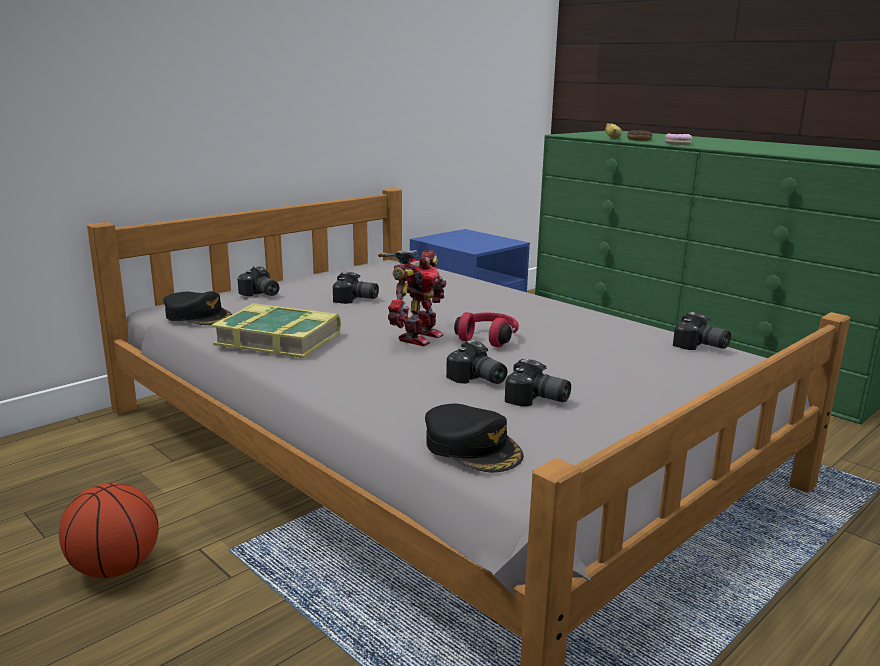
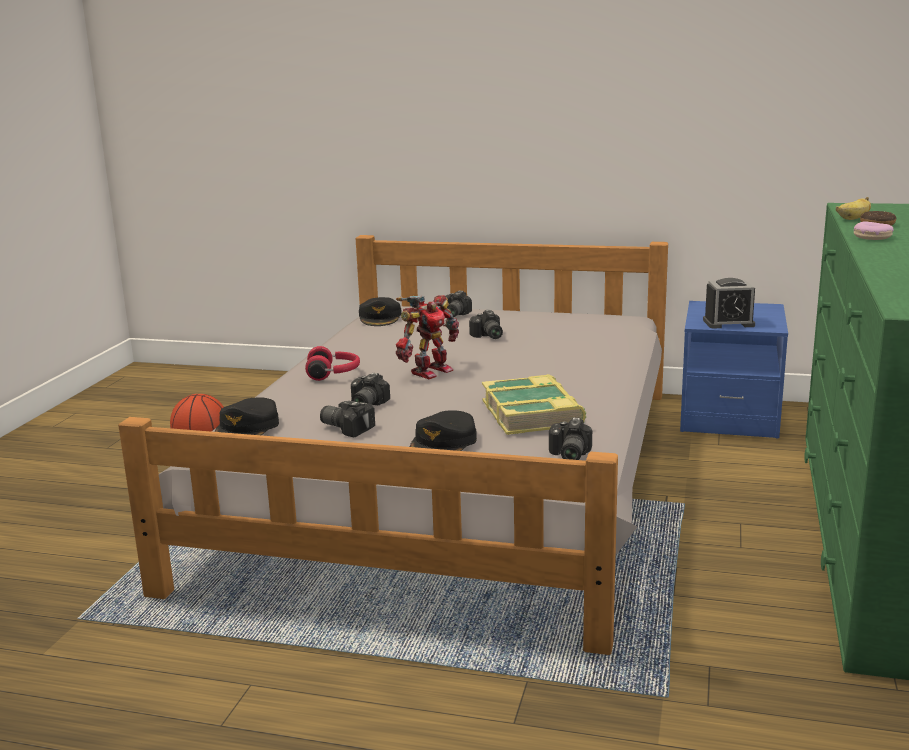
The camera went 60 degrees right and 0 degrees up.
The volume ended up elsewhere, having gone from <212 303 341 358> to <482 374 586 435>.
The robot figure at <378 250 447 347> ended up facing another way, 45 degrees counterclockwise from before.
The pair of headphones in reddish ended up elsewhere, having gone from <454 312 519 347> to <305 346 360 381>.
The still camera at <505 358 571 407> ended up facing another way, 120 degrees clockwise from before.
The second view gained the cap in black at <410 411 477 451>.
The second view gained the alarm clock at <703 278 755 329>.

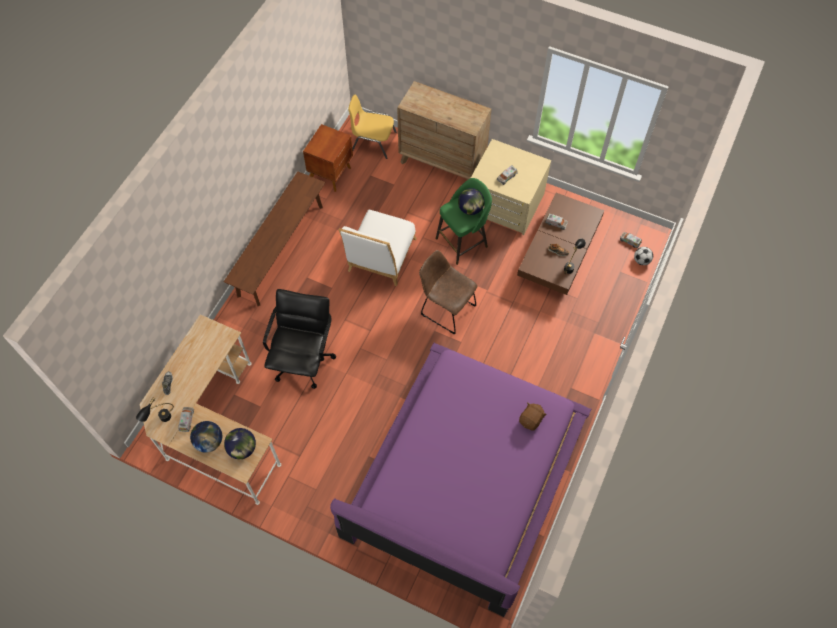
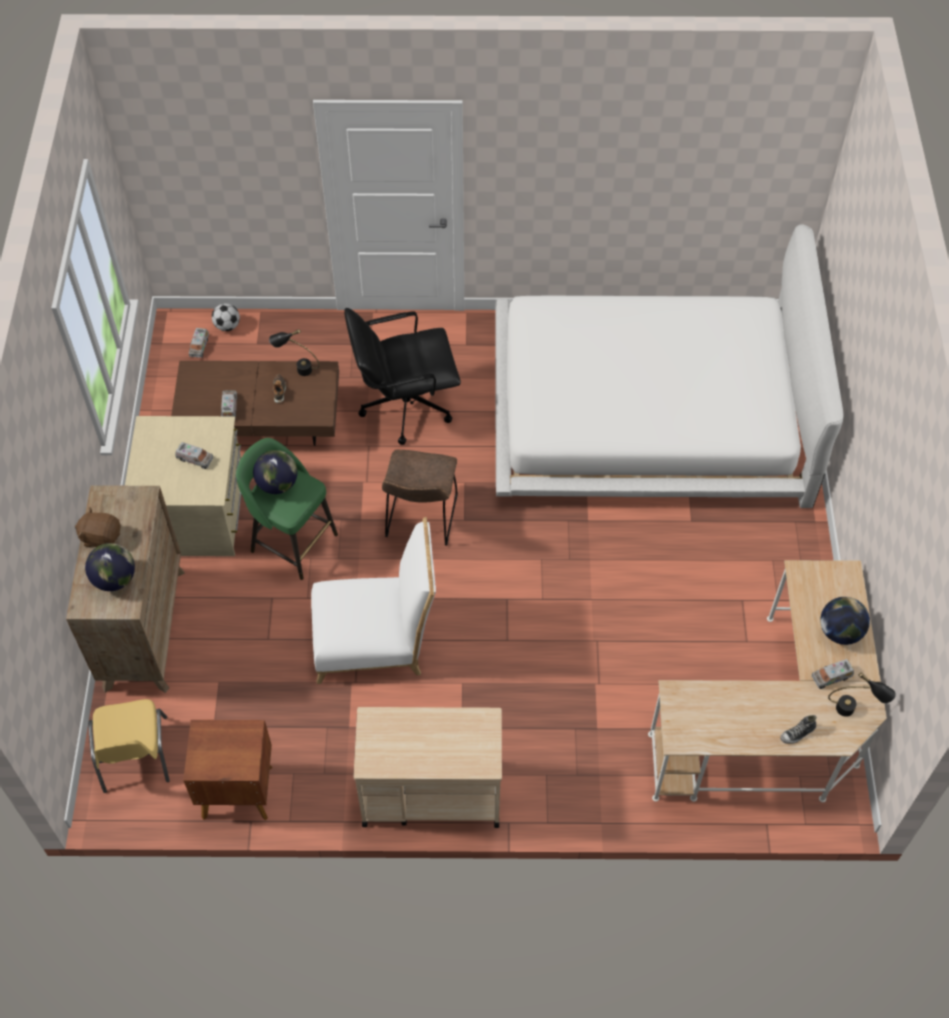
The camera went 115 degrees left and 5 degrees down.
Where the indoor bench in brown-coloured stood at <224 172 325 306>, the cart in beige-coloured came to stand at <353 707 502 828>.
The world globe ended up elsewhere, having gone from <224 428 256 459> to <85 543 135 591>.
The computer chair in black ended up elsewhere, having gone from <263 289 336 389> to <344 308 461 445>.
What was the bedroom bed in purple at <330 342 591 617> turned into the bedroom bed in whitish at <495 224 844 508>.
The cuddly toy in brown-coloured ended up elsewhere, having gone from <519 402 547 430> to <75 507 121 548>.

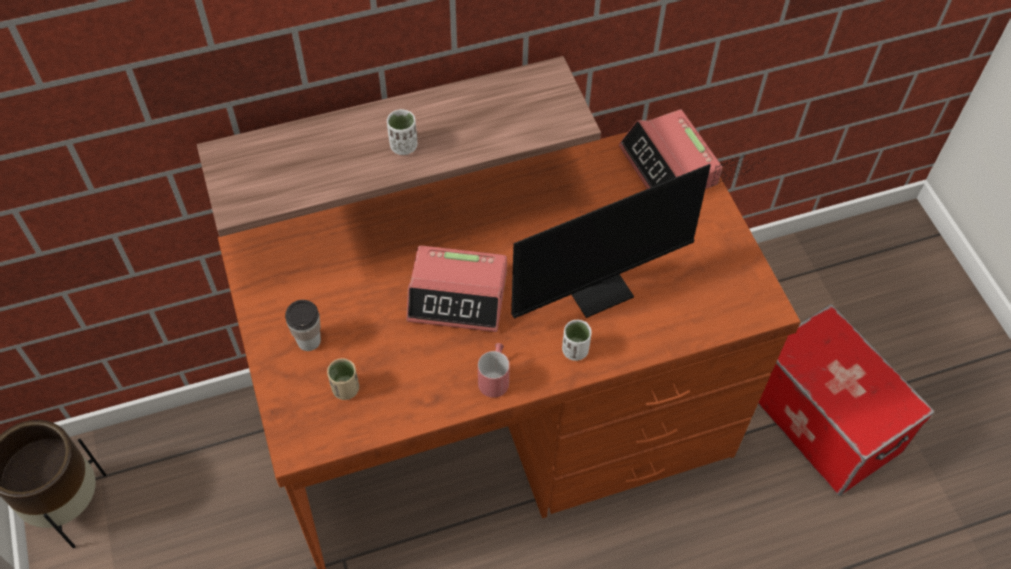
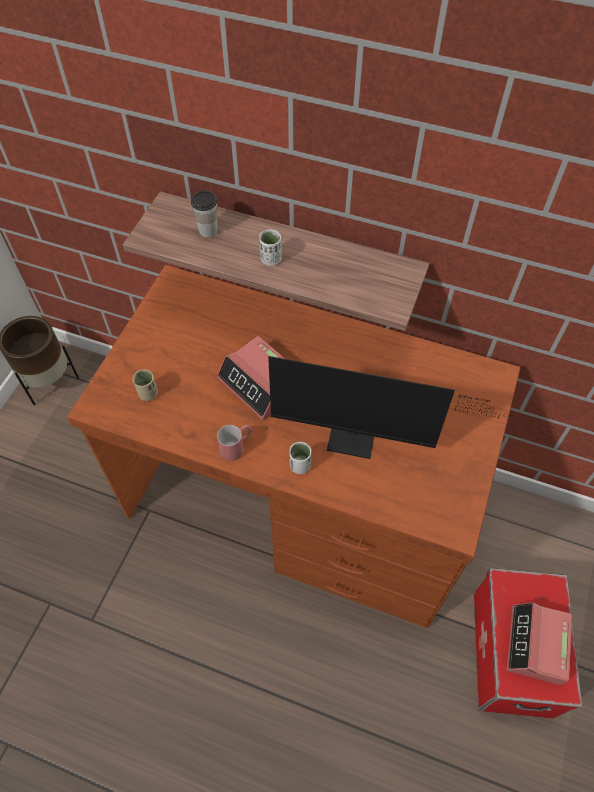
The camera went 40 degrees right and 0 degrees up.
The cup ended up elsewhere, having gone from <285 300 321 351> to <191 191 218 238>.
The alarm clock ended up elsewhere, having gone from <619 110 722 189> to <507 602 572 685>.

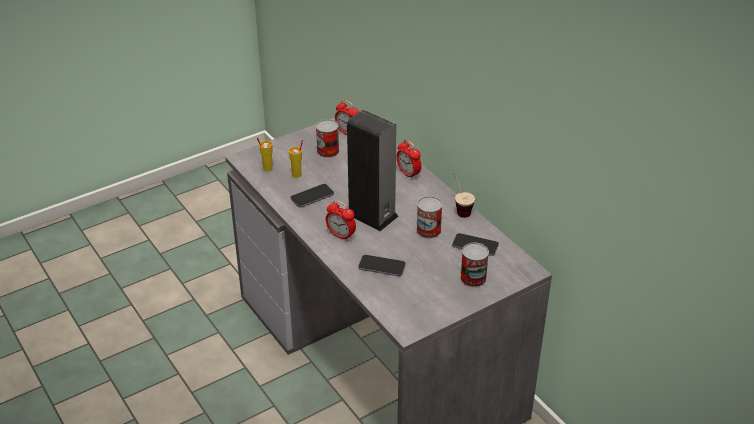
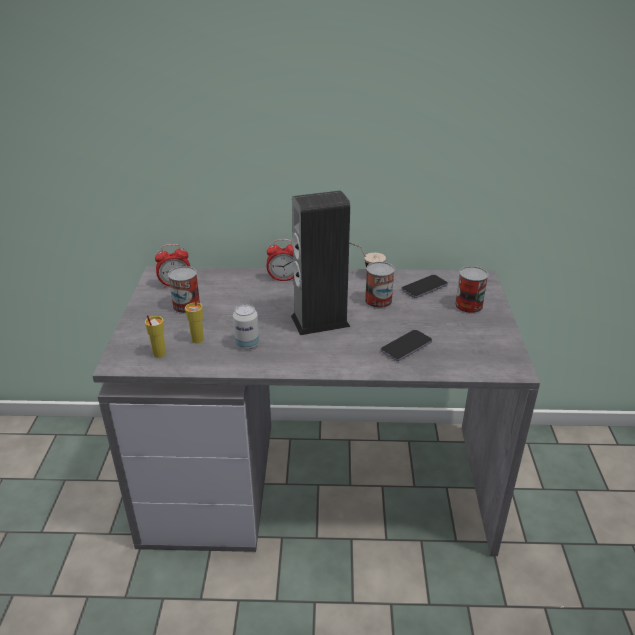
The camera went 55 degrees left and 5 degrees down.
Where the handset stood at <291 184 334 208>, the metal can came to stand at <233 304 259 350>.
The second view lost the alarm clock at <326 200 356 241>.

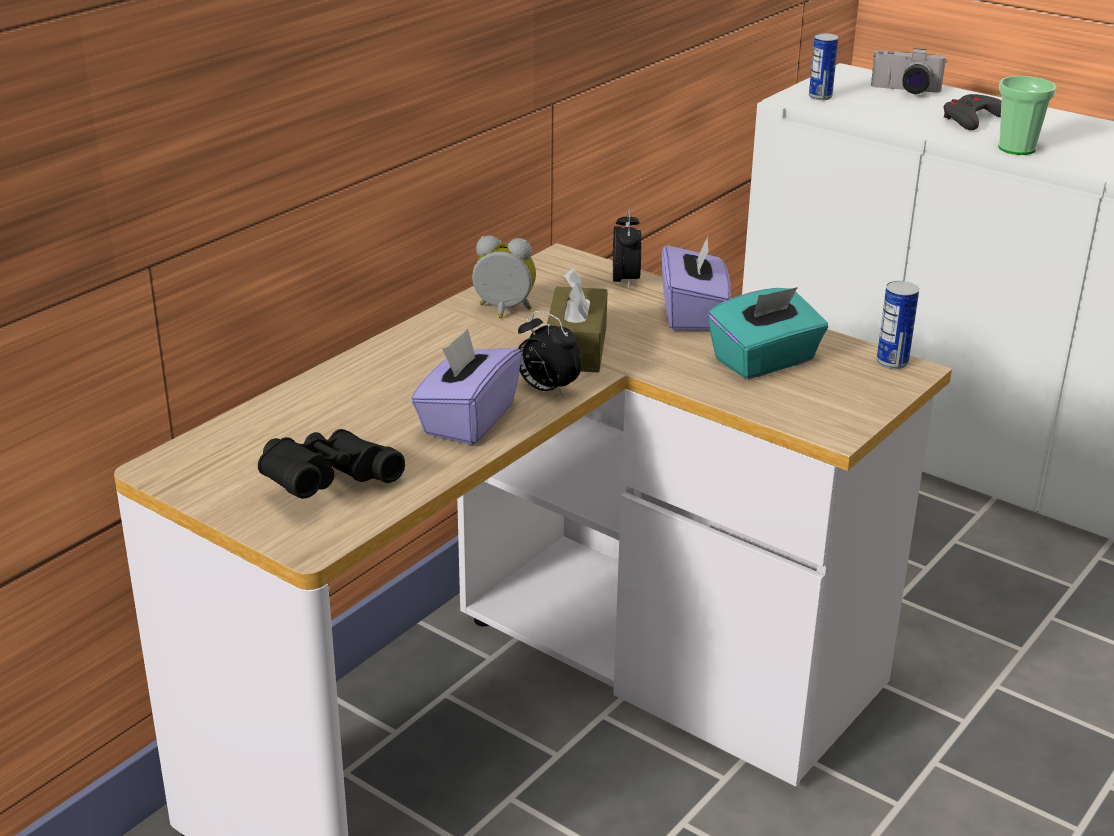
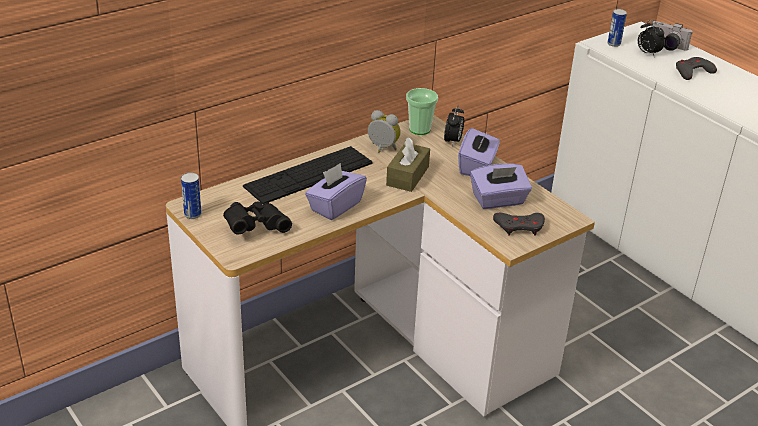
The camera went 15 degrees right and 5 degrees up.
The alarm clock ended up elsewhere, having gone from <518 311 582 398> to <638 20 665 56>.
What was the tissue holder in blue-green at <707 287 828 379> turned into the tissue holder in purple at <470 164 532 209>.
The metal can ended up elsewhere, having gone from <877 281 919 369> to <181 173 202 219>.
The cup ended up elsewhere, having gone from <998 76 1057 155> to <406 88 438 135>.
The second view gained the keyboard at <243 146 372 204>.
The second view gained the joypad in gray at <493 213 545 236>.

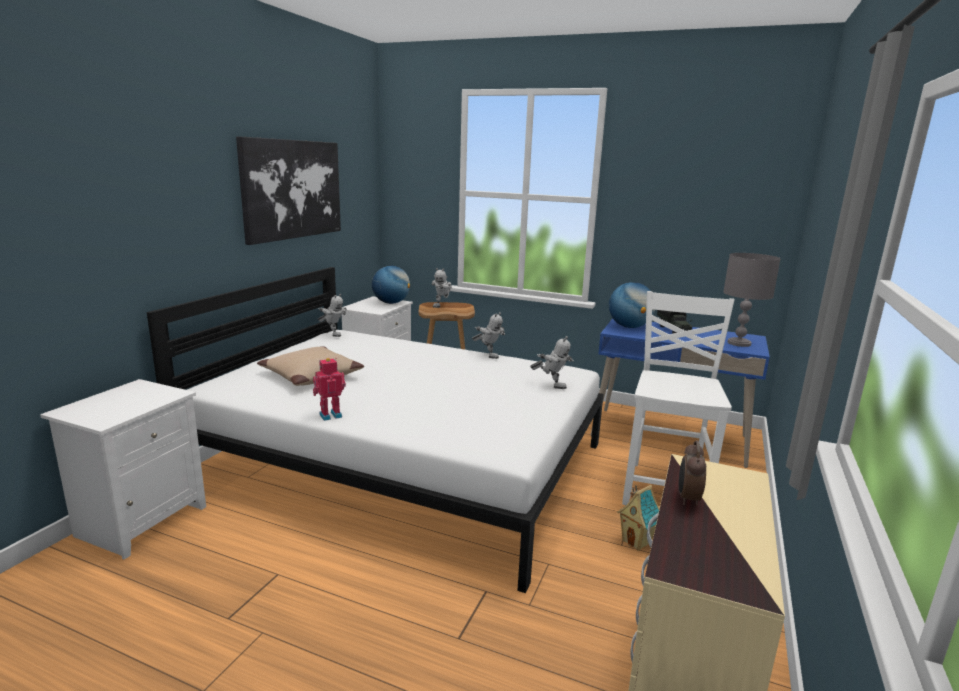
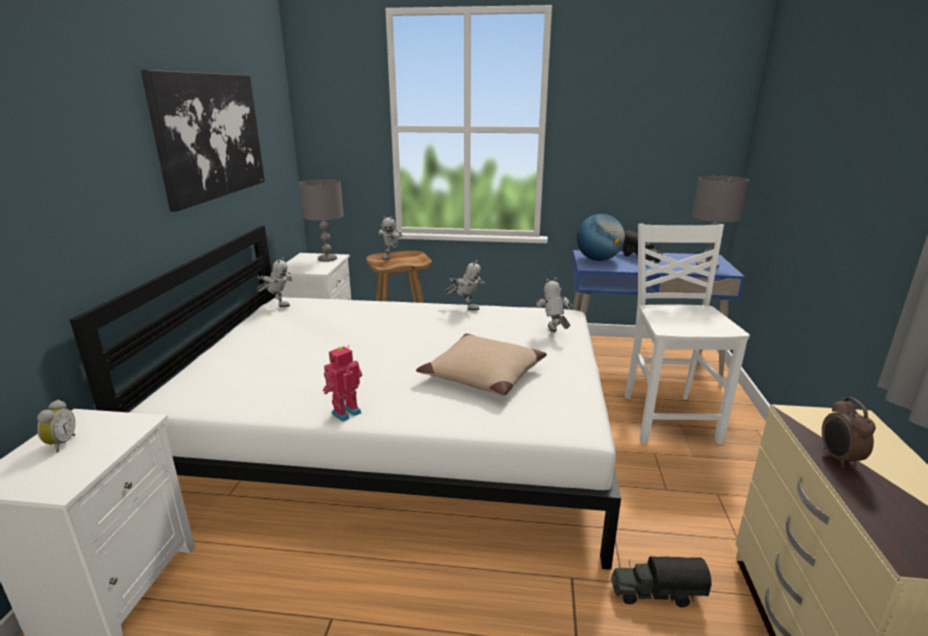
The camera went 15 degrees left and 5 degrees up.
The cushion in beige-coloured ended up elsewhere, having gone from <257 346 364 386> to <416 334 547 396>.
Where the world globe stood at <372 266 410 304>, the lamp for a table in gray came to stand at <299 179 344 262>.
The robot figure at <530 336 574 389> ended up facing another way, 120 degrees counterclockwise from before.
The second view lost the model house at <617 485 659 551>.
The second view gained the alarm clock at <37 400 75 452>.
The second view gained the toy lorry at <611 556 712 607>.

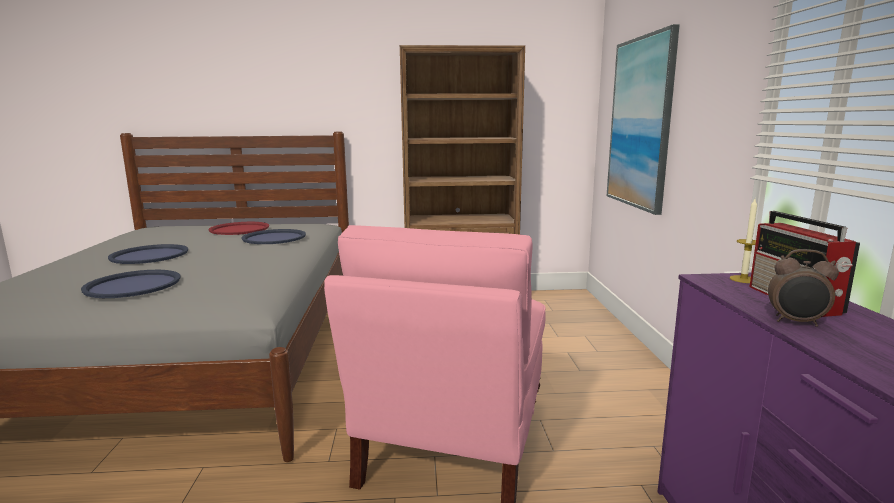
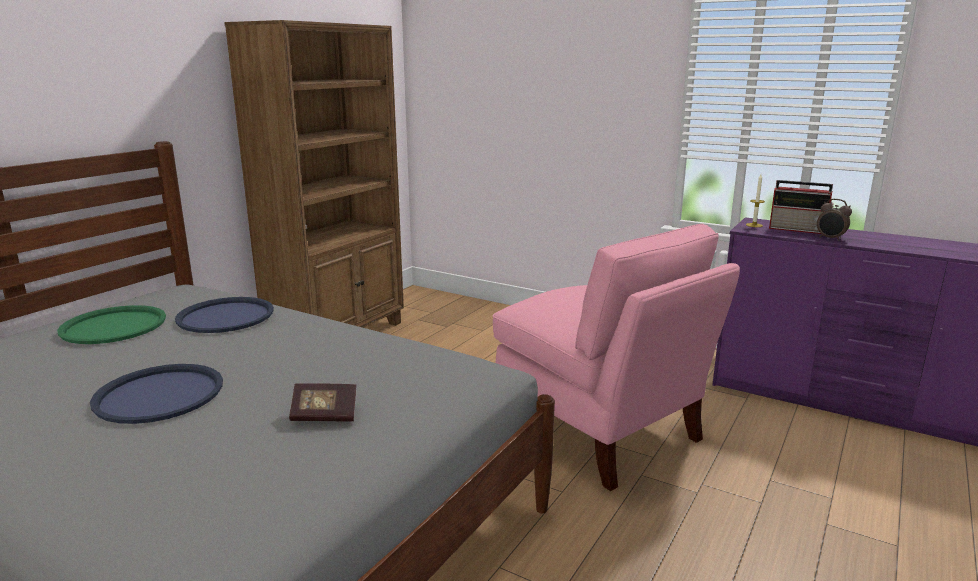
The camera went 55 degrees left and 5 degrees up.
Where the tray in blue-coloured stood at <81 270 181 298>, the volume came to stand at <289 383 356 422>.
What was the tray in reddish at <209 222 269 235> turned into the tray in greenish at <57 305 166 344>.
The second view lost the wall picture at <607 24 680 215>.
The alarm clock at <768 249 839 327> ended up facing another way, 75 degrees clockwise from before.

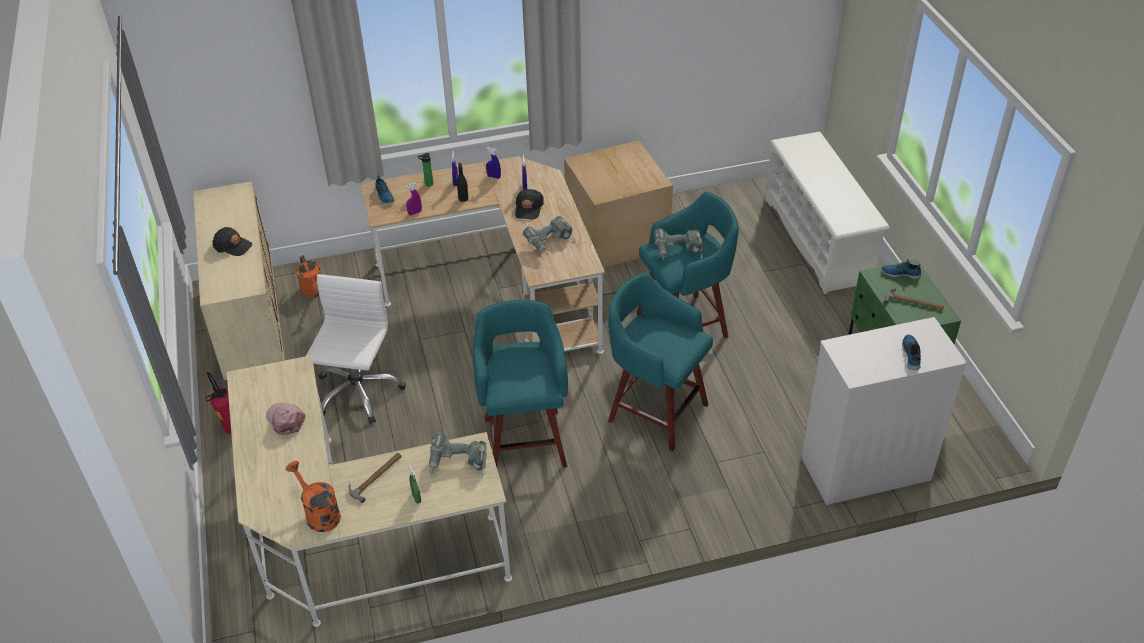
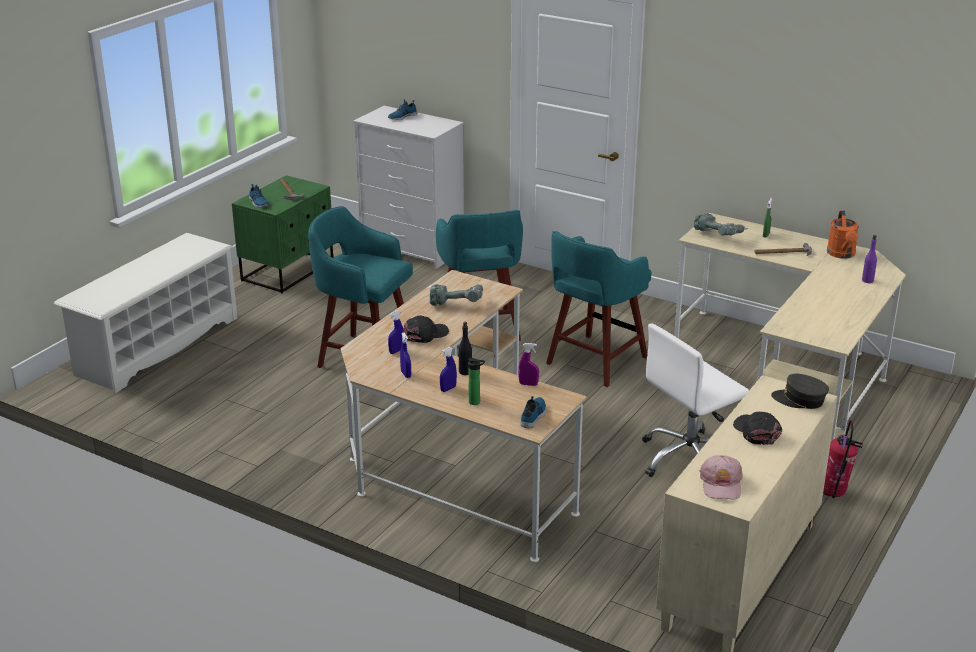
The camera went 135 degrees left and 15 degrees down.
The cap in pinkish ended up elsewhere, having gone from <266 403 306 435> to <700 455 743 500>.
The second view lost the watering pot in orange at <296 255 321 297>.
The second view lost the packing box at <564 140 673 268>.
The second view lost the electric drill at <654 228 703 260>.
The second view gained the cap in gray at <771 374 829 409>.
The second view gained the drink bottle in purple at <862 235 877 283>.

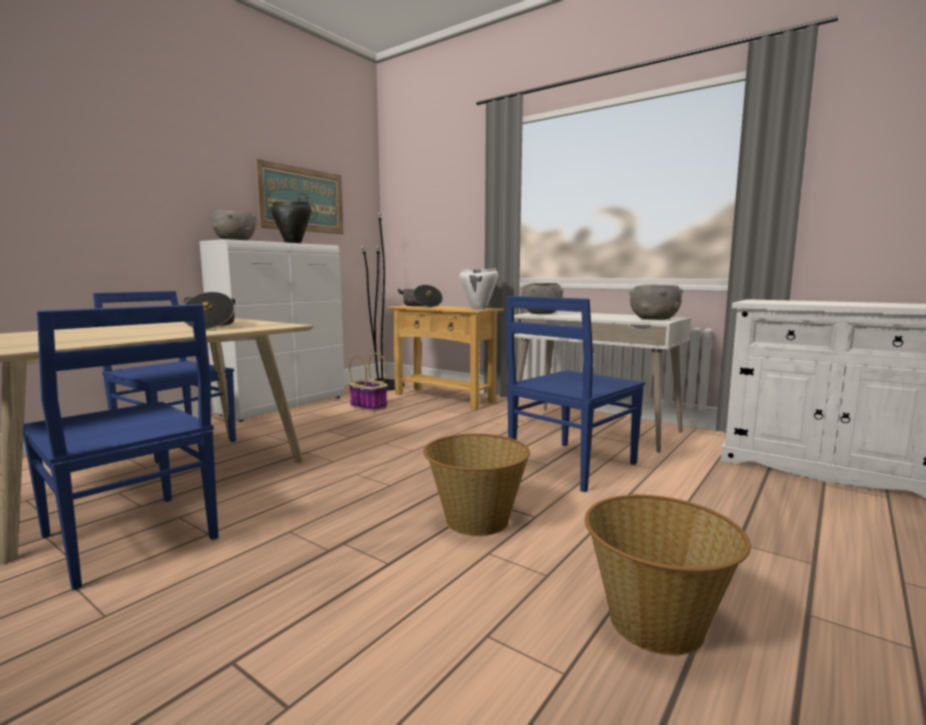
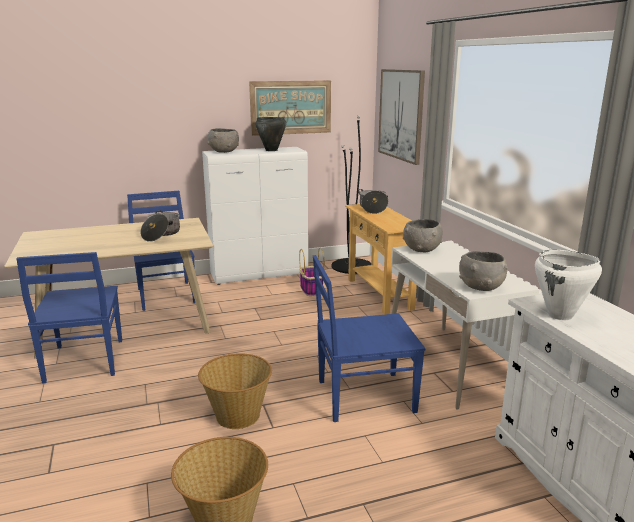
The camera went 35 degrees right and 10 degrees up.
The cooking pot in whitish ended up elsewhere, having gone from <459 268 498 310> to <535 250 602 320>.
The second view gained the wall picture at <378 69 425 165>.

